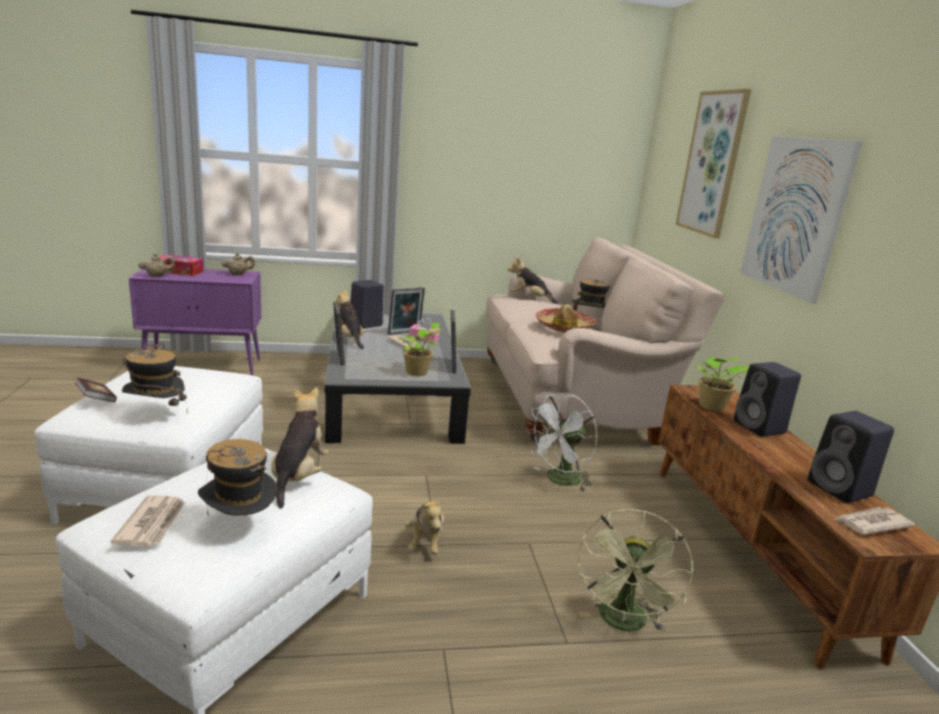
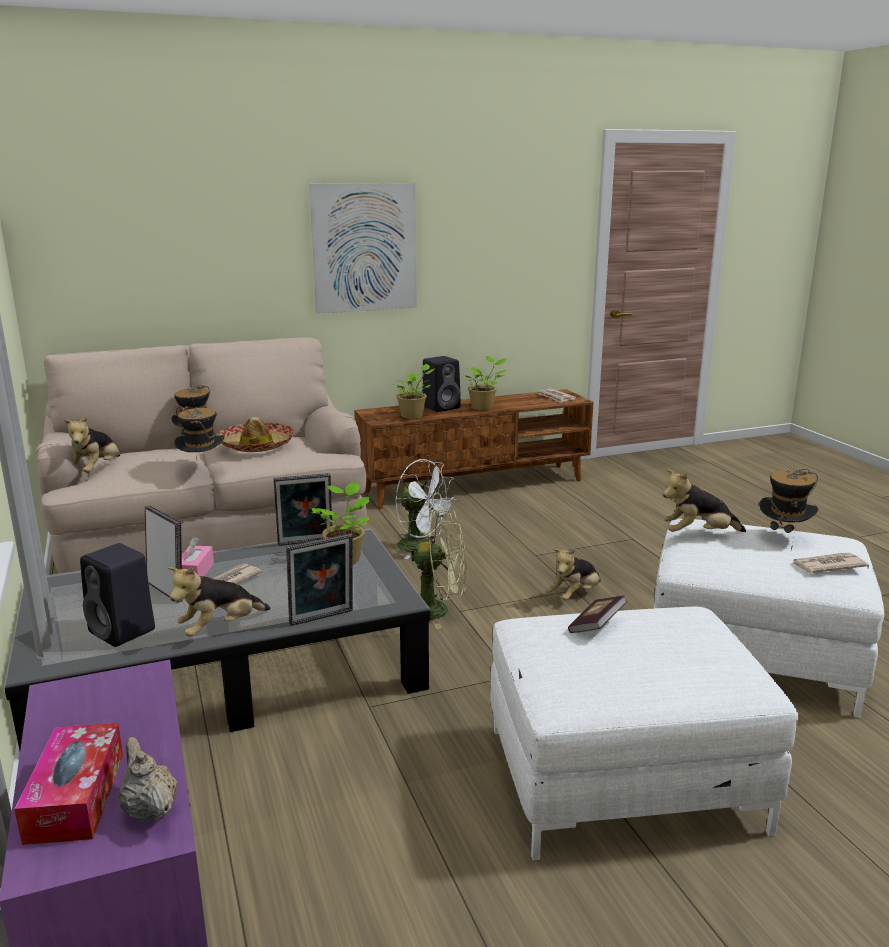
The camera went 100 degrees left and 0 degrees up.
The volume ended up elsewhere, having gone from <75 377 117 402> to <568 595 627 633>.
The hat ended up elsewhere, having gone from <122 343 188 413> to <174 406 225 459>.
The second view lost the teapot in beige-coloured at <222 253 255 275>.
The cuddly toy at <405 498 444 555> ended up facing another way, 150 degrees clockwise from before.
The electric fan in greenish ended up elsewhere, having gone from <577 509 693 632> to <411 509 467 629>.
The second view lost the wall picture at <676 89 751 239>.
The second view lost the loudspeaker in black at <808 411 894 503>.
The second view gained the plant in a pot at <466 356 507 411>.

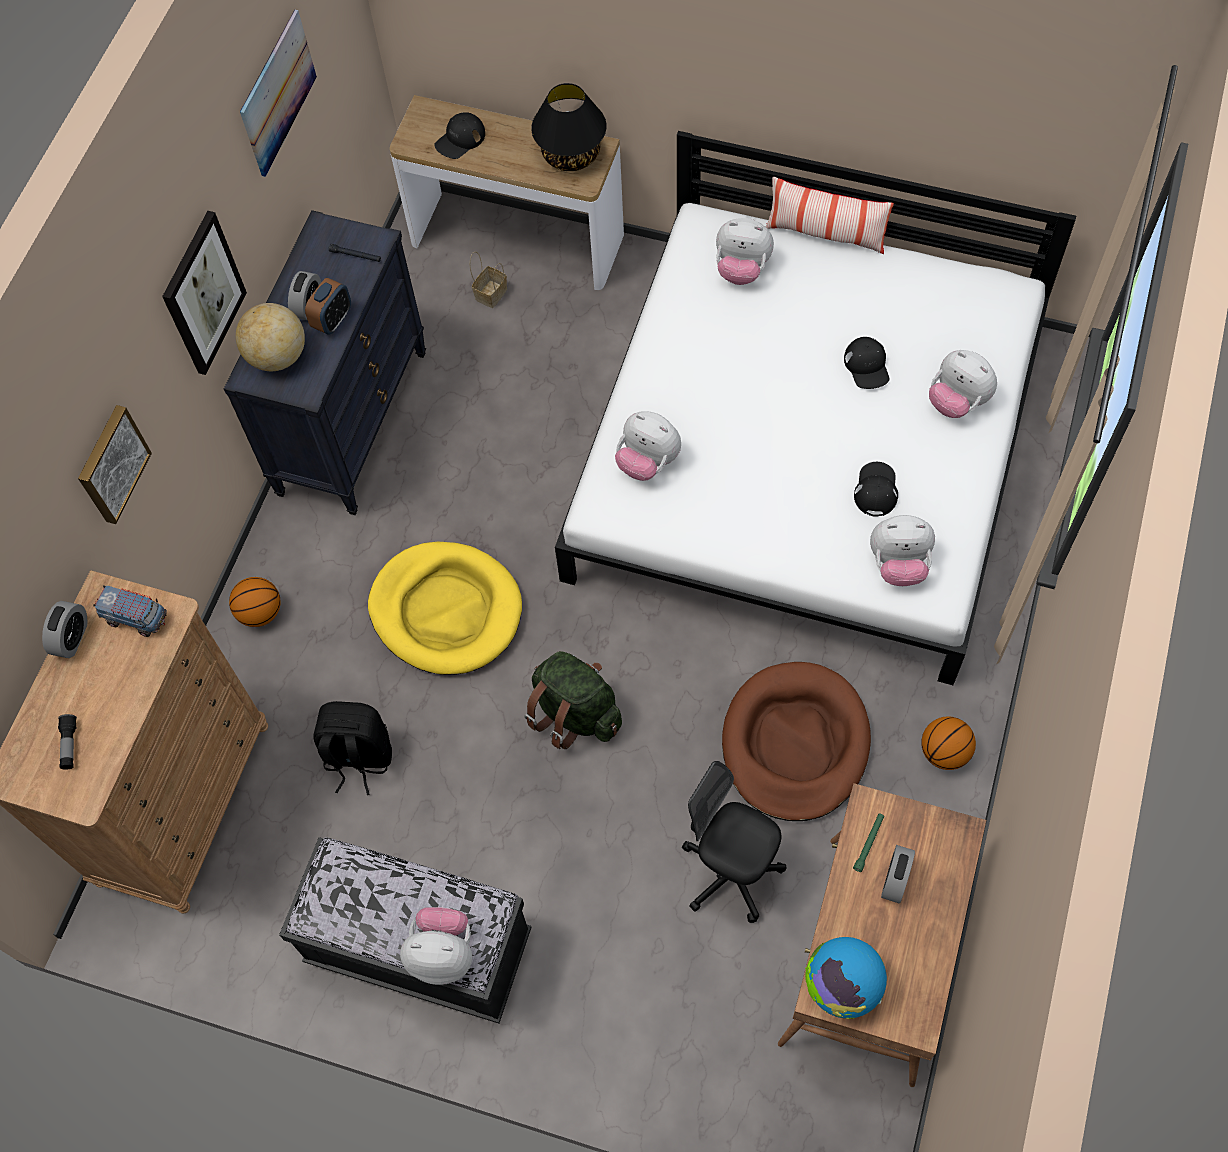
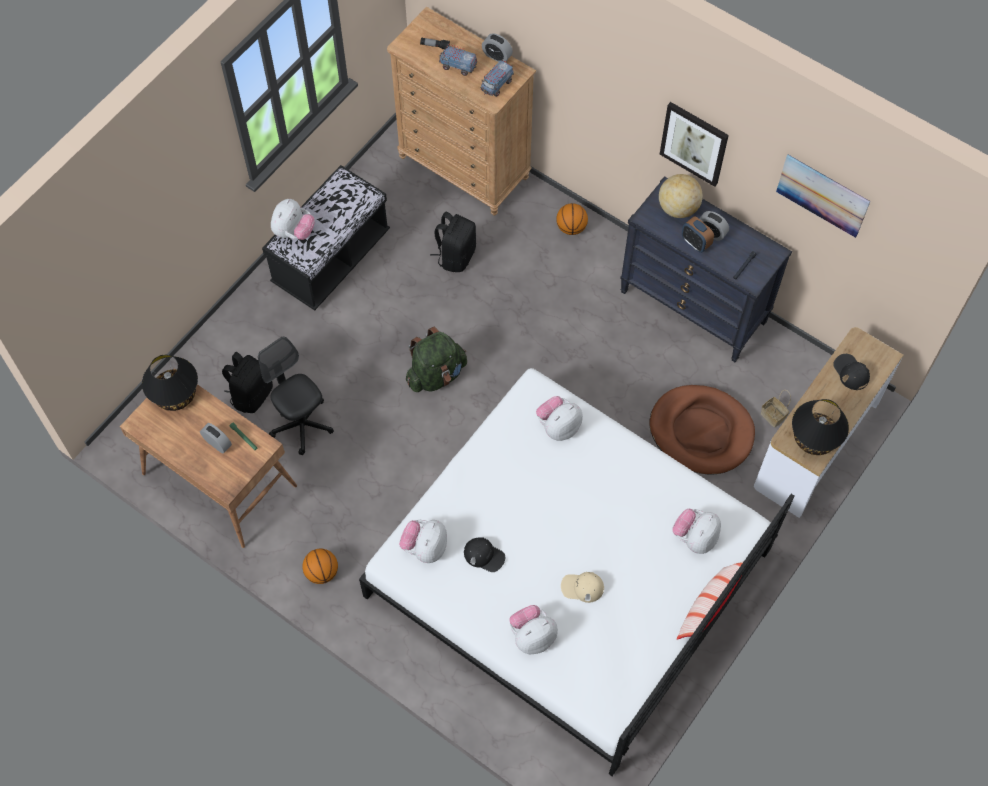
The camera went 105 degrees right and 0 degrees up.
The second view lost the wall picture at <78 405 152 524>.
The second view lost the dog bed in yellowish at <368 542 522 675>.
The computer chair in black at <682 761 786 923> ended up facing another way, 90 degrees counterclockwise from before.
The dog bed in brown-coloured ended up elsewhere, having gone from <722 662 871 821> to <649 385 755 475>.
Where the world globe stood at <805 937 887 1019>, the lamp for a table in black came to stand at <142 355 198 411>.
What was the cap in black at <844 337 889 389> turned into the cap in beige-coloured at <561 572 604 603>.
The second view gained the knapsack in black at <222 352 273 413>.
The second view gained the toy lorry at <439 44 477 76>.

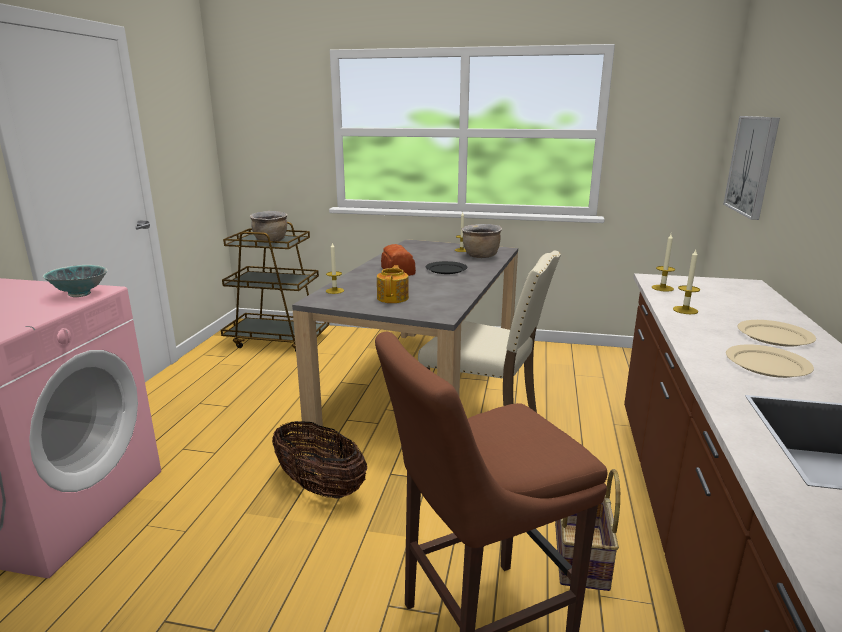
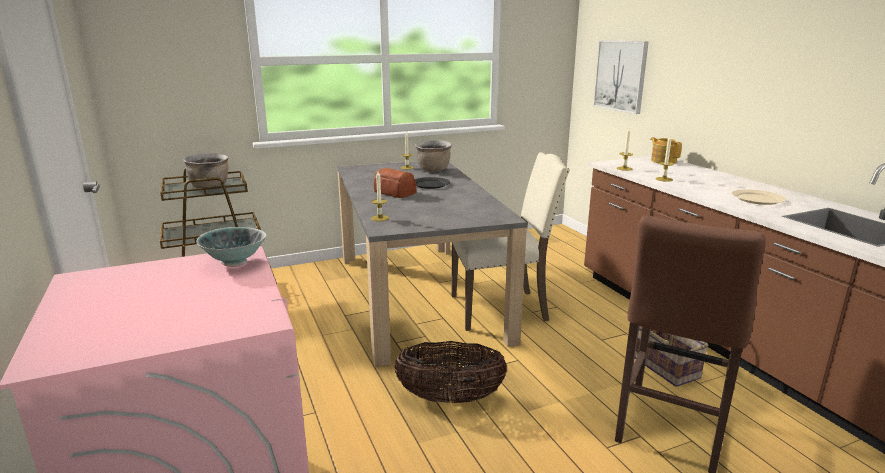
The camera went 35 degrees left and 0 degrees up.
The teapot ended up elsewhere, having gone from <377 265 409 303> to <650 137 682 163>.
The second view lost the dinner plate in beige-coloured at <738 320 816 347>.

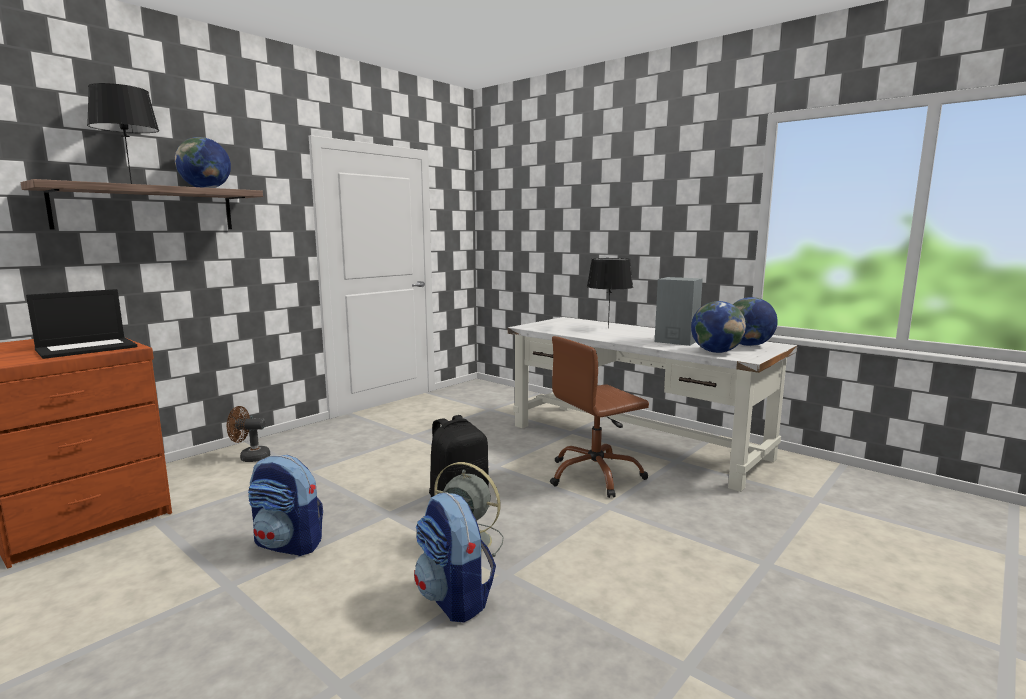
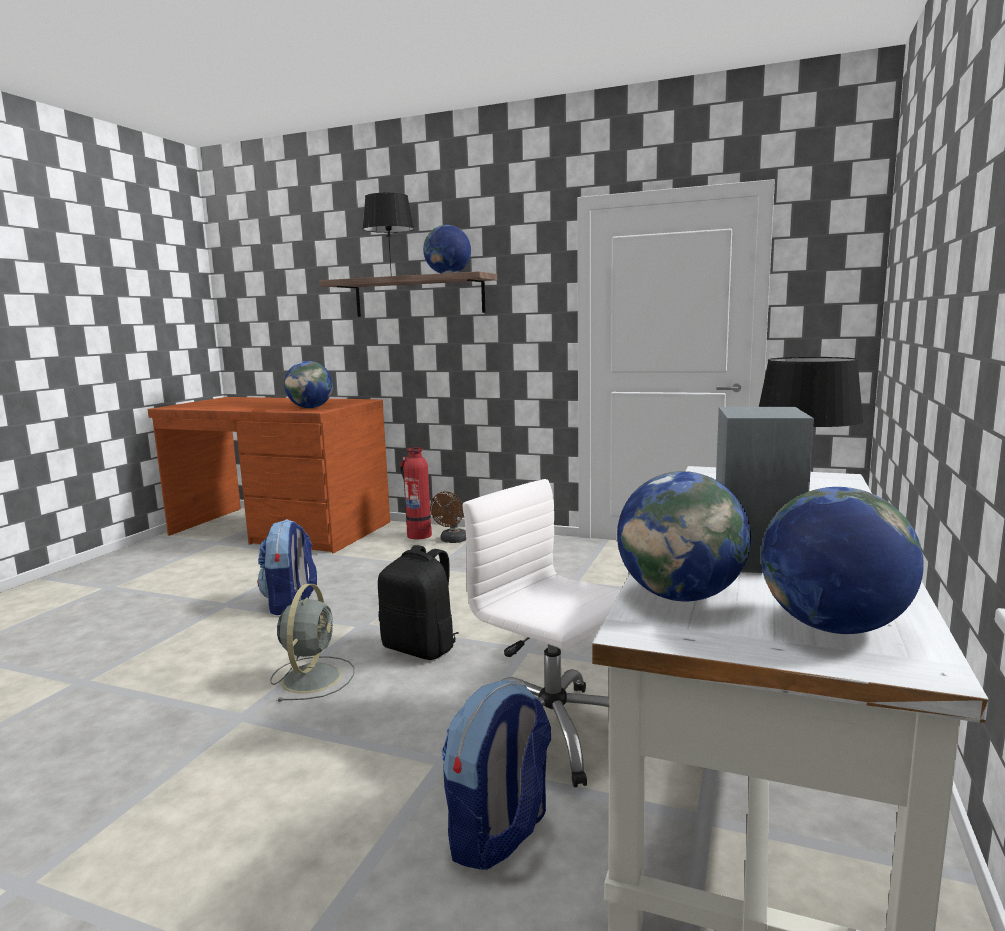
The camera went 70 degrees right and 0 degrees up.
Where the portable computer stood at <26 289 138 359>, the world globe came to stand at <284 361 333 408>.
The electric fan in brown-coloured at <227 406 270 462> ended up facing another way, 135 degrees counterclockwise from before.
The knapsack ended up elsewhere, having gone from <414 492 496 622> to <442 680 551 870>.
What was the computer chair in brown-coloured at <550 336 649 498> turned into the computer chair in whitish at <463 479 621 787>.
The second view gained the extinguisher at <400 448 432 539>.

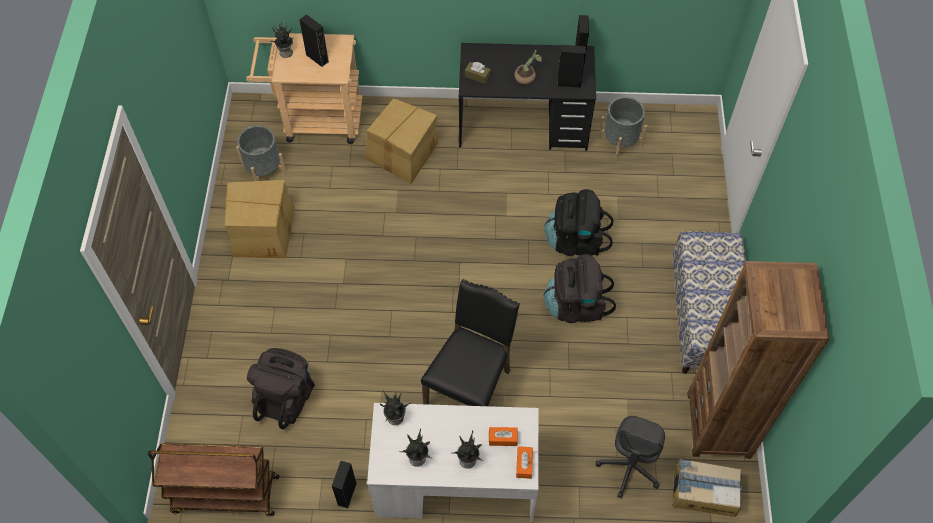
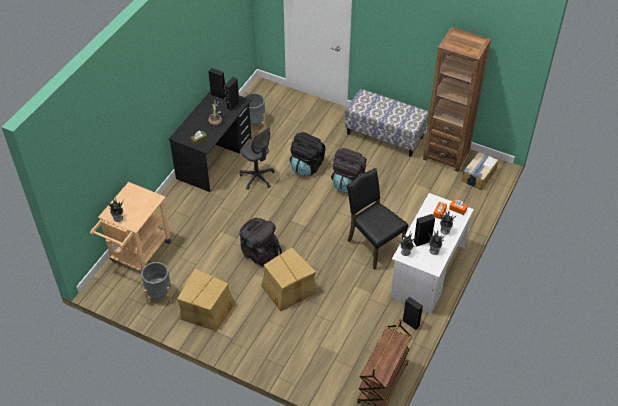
The camera went 65 degrees left and 10 degrees down.
The knapsack in black ended up elsewhere, having gone from <247 348 315 429> to <239 218 282 267>.
The loudspeaker in black ended up elsewhere, having gone from <299 14 329 67> to <414 214 435 247>.
The packing box ended up elsewhere, having gone from <364 98 438 184> to <261 247 317 312>.
The computer chair in gray ended up elsewhere, having gone from <596 416 665 498> to <240 127 275 190>.

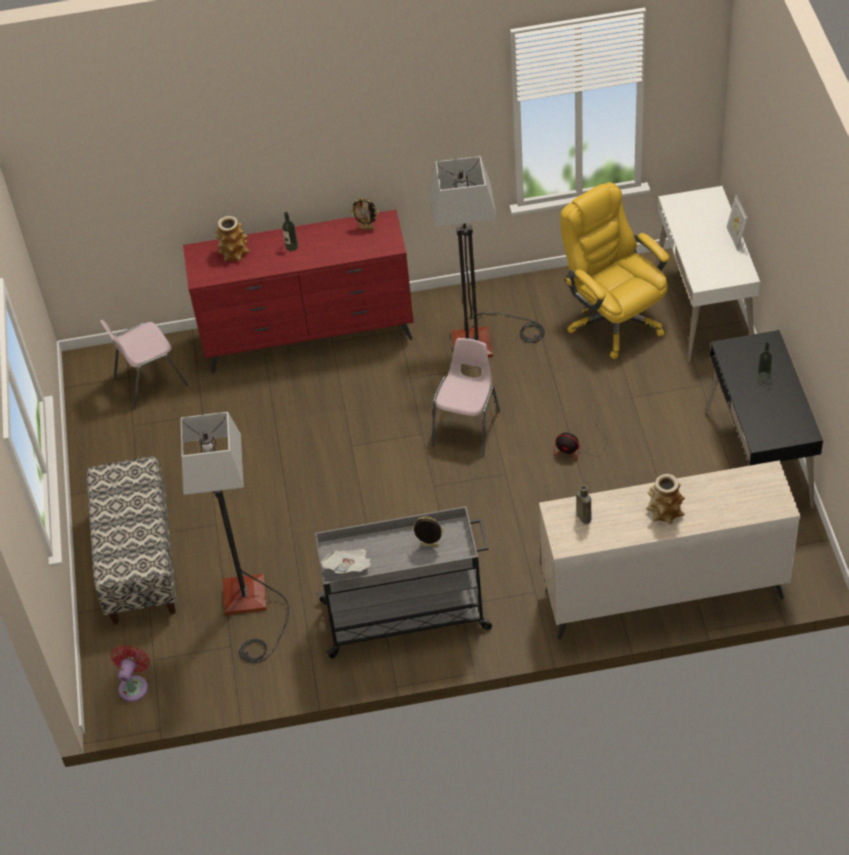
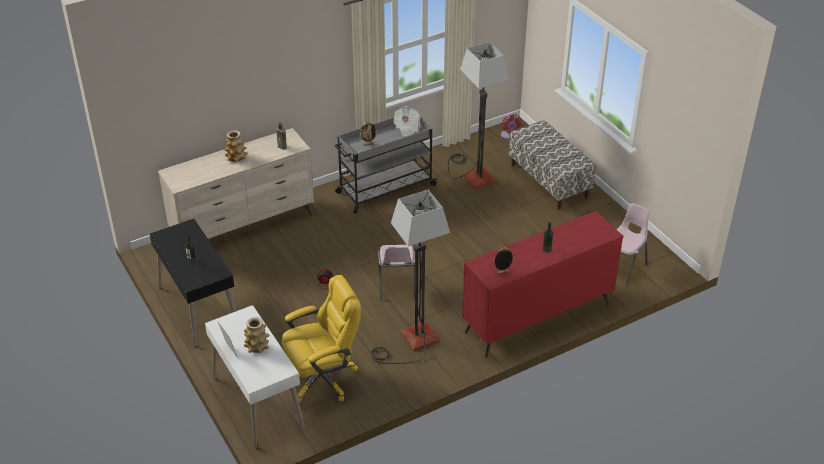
The camera went 155 degrees right and 10 degrees down.
The decorative vase ended up elsewhere, having gone from <215 216 250 261> to <244 317 270 353>.
The computer chair in yellowish at <560 182 669 359> ended up facing another way, 60 degrees counterclockwise from before.

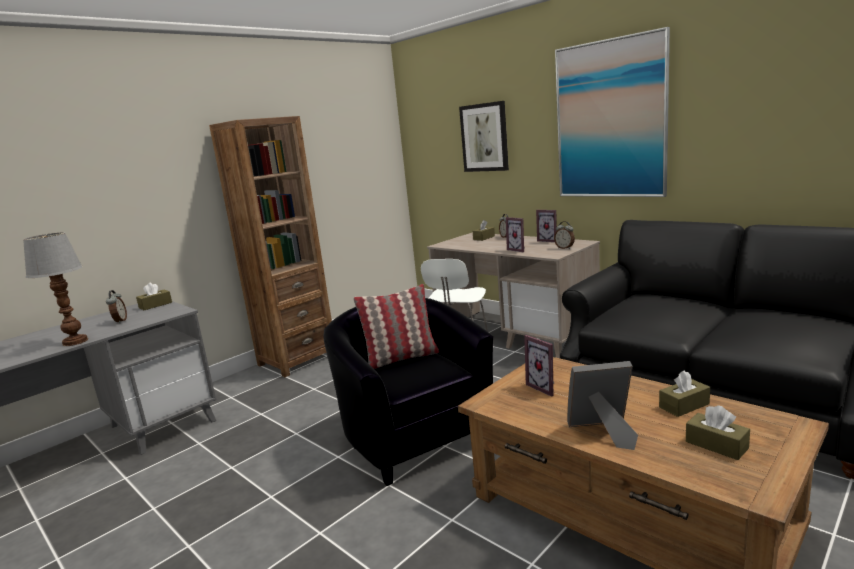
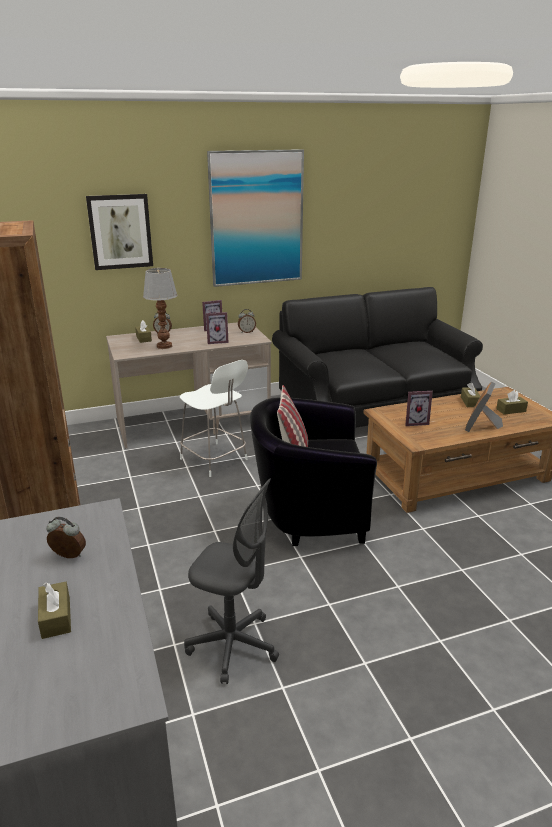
The camera went 65 degrees left and 10 degrees up.
The lamp for a table ended up elsewhere, having gone from <23 232 88 346> to <143 268 178 349>.
The tissue holder in brown-coloured ended up elsewhere, having gone from <136 282 172 310> to <38 582 71 639>.
The second view gained the computer chair in gray at <184 479 279 684>.

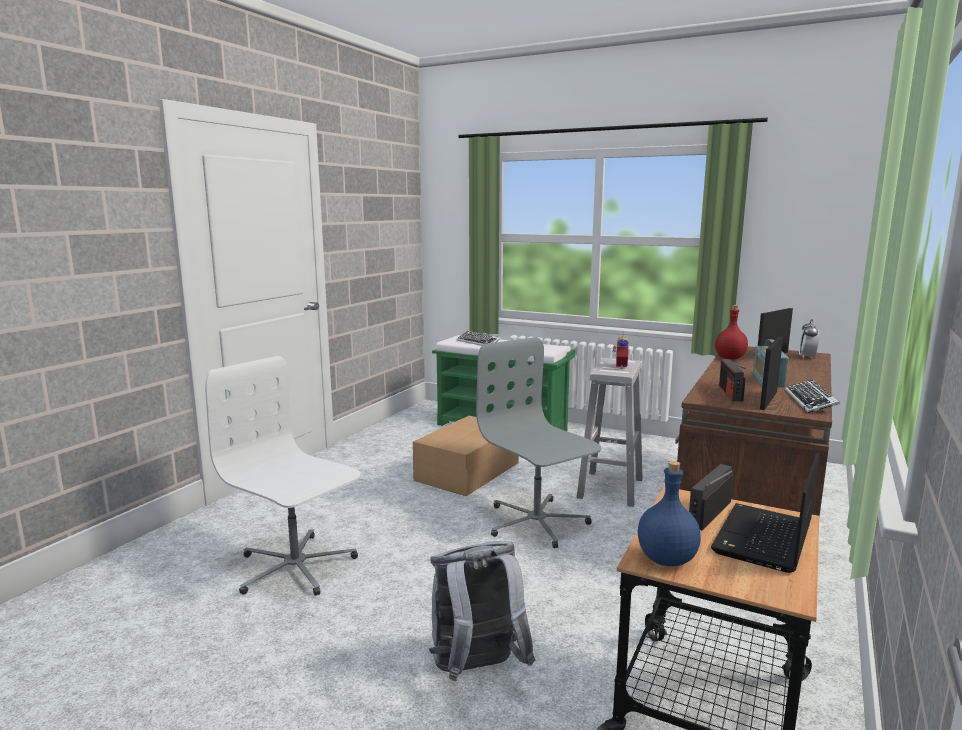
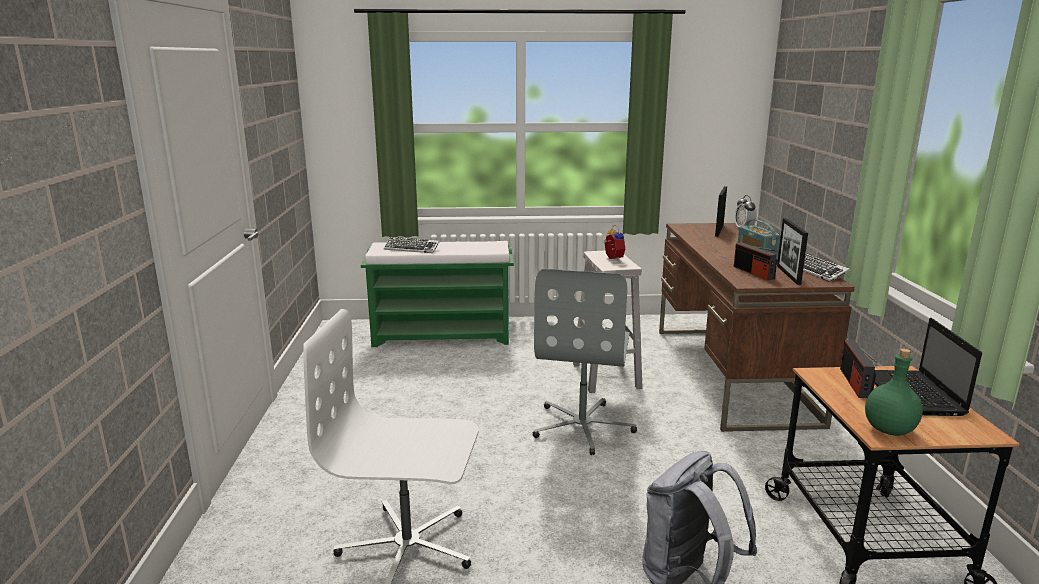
The camera went 30 degrees left and 5 degrees up.
The second view lost the packing box at <413 416 519 496>.
The computer chair in gray at <476 337 601 548> ended up facing another way, 105 degrees counterclockwise from before.
What was the drink bottle in blue-coloured at <638 461 701 566> turned into the drink bottle in greenish at <865 348 923 436>.
The second view lost the drink bottle in reddish at <715 305 748 359>.

